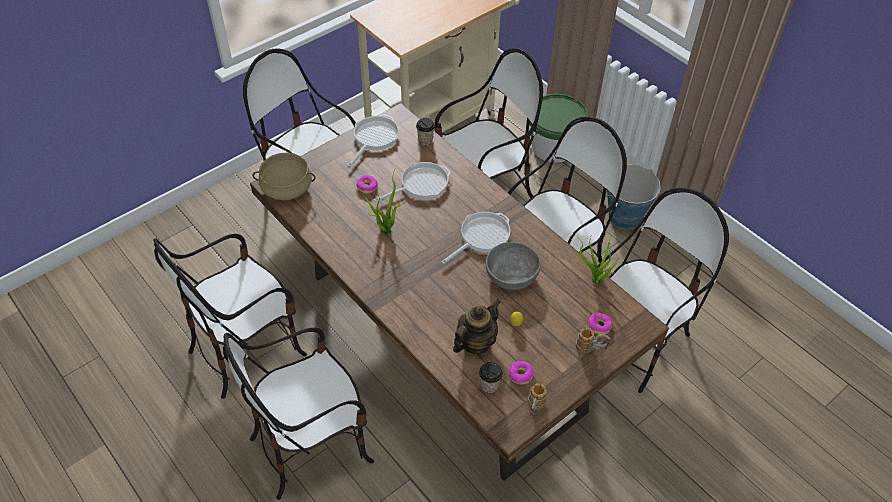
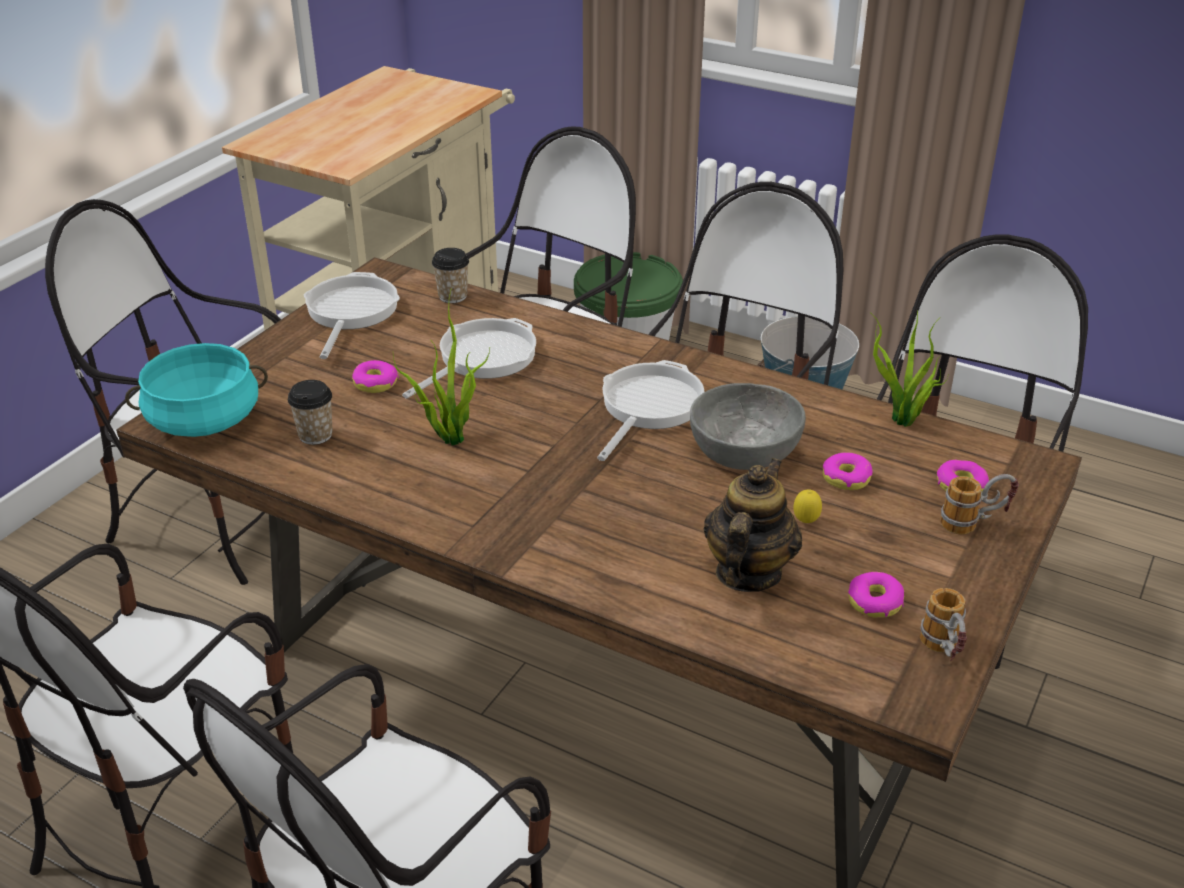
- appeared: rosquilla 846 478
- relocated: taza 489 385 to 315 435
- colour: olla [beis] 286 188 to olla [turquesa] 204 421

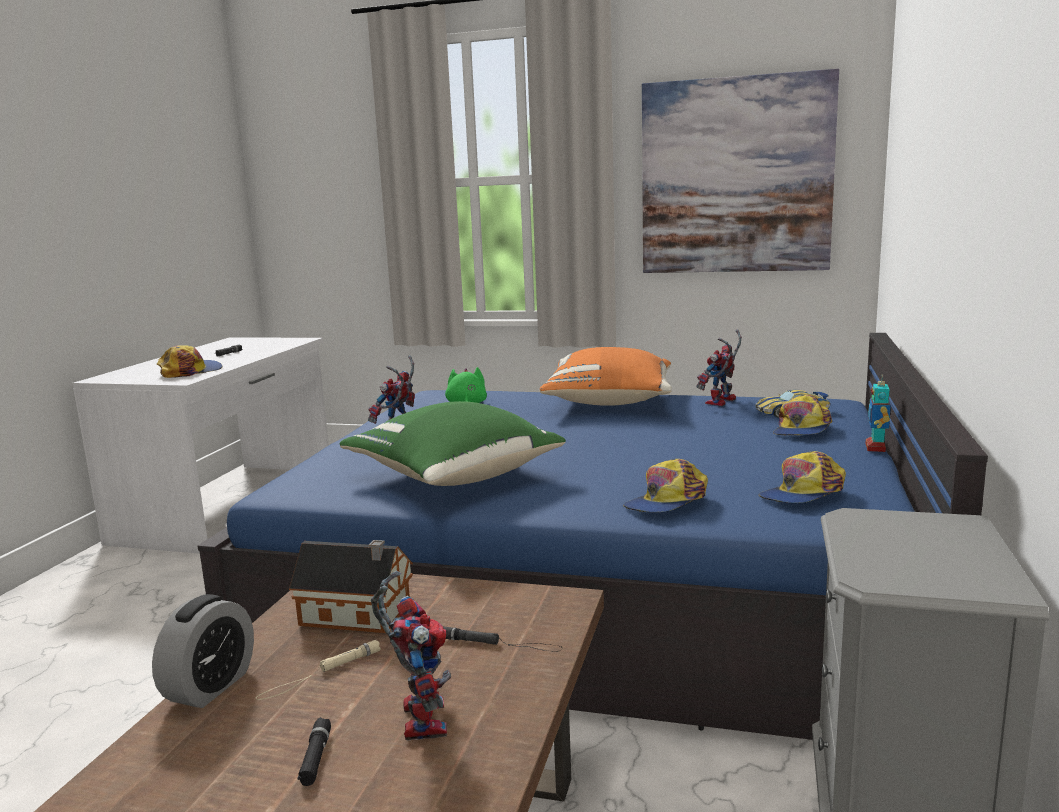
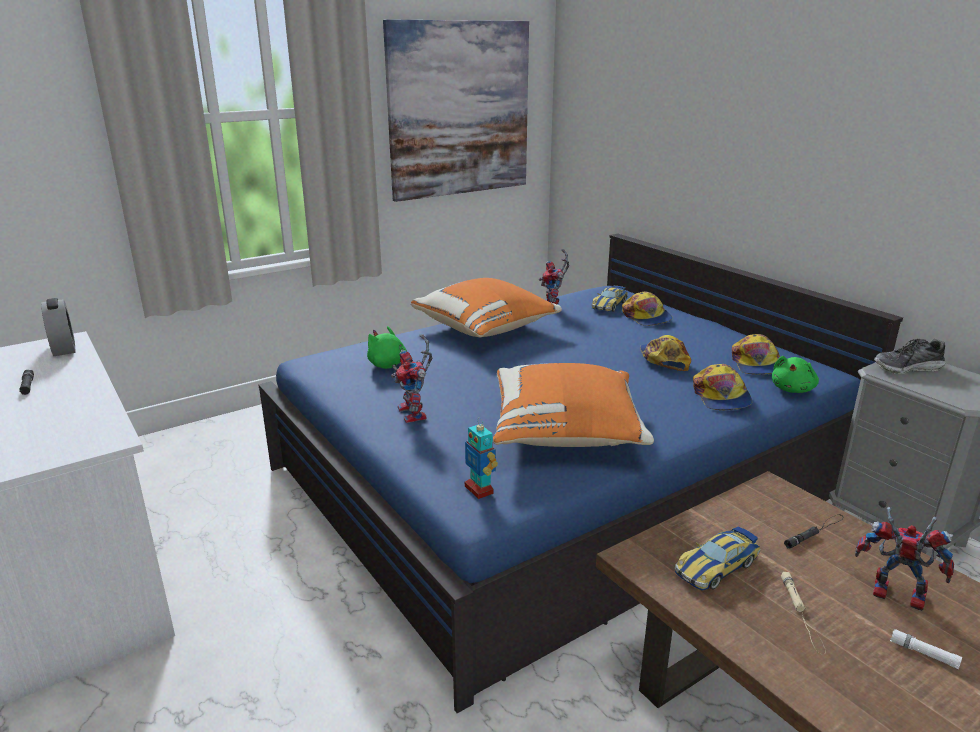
- appeared: peluche [verde] 793 389
- appeared: zapato 907 368
- relocated: despertador 210 687 to 64 348
- relocated: gorra 190 371 to 663 360
- relocated: robot de juguete 876 448 to 479 489
- exchanged: casita 359 614 to coche de juguete 716 566
- colour: linterna [negro] 315 758 to linterna [blanco] 923 653
- colour: cojín [verde] 455 477 to cojín [naranja] 566 433

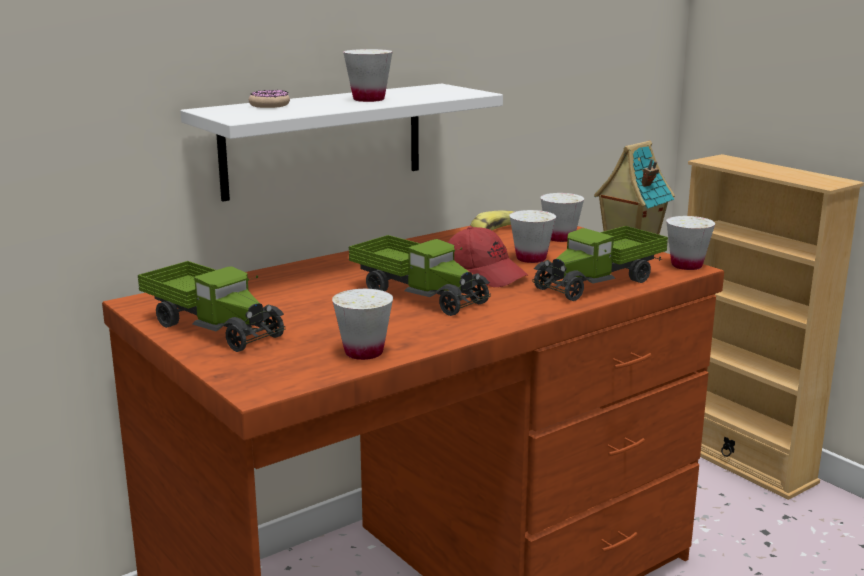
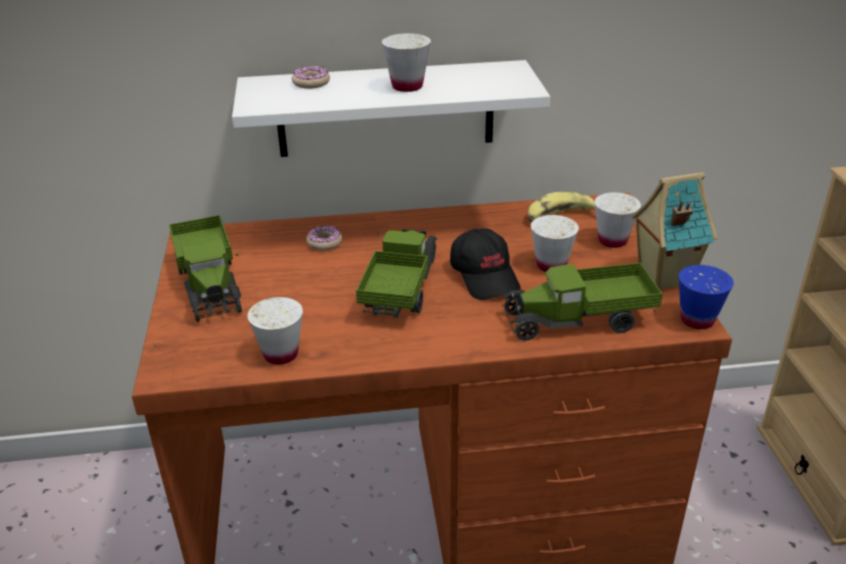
- appeared: rosquilla 324 243
- colour: gorra [rojo] 484 274 to gorra [negro] 485 276
- colour: taza [blanco] 686 265 to taza [azul] 697 320
- spun: camión de juguete 419 294 = 400 289 150 degrees counterclockwise

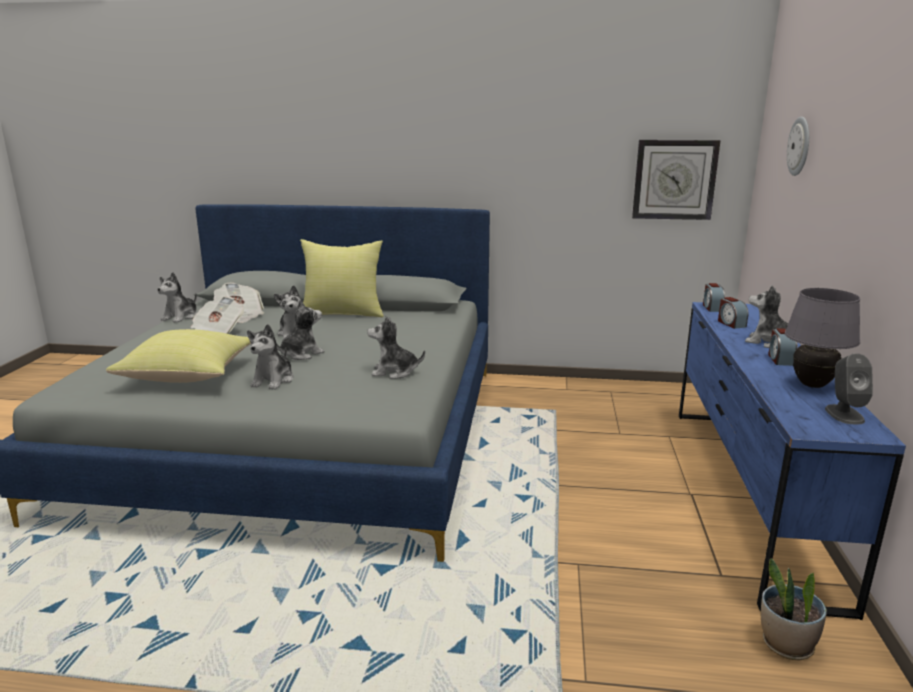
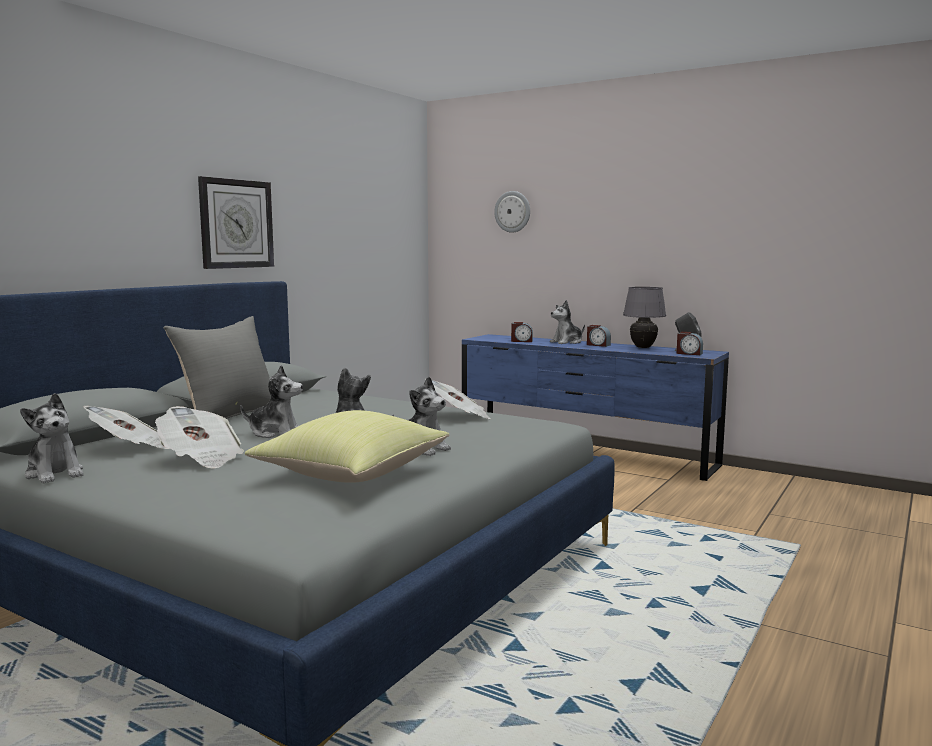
- missing: planta en maceta 786 645
- relocated: reloj de pared 674 179 to 236 224
- relocated: despertador 712 308 to 689 353
- exchanged: peluche 394 372 to periódico 459 416
- colour: cojín [amarillo] 343 313 to cojín [gris] 230 415

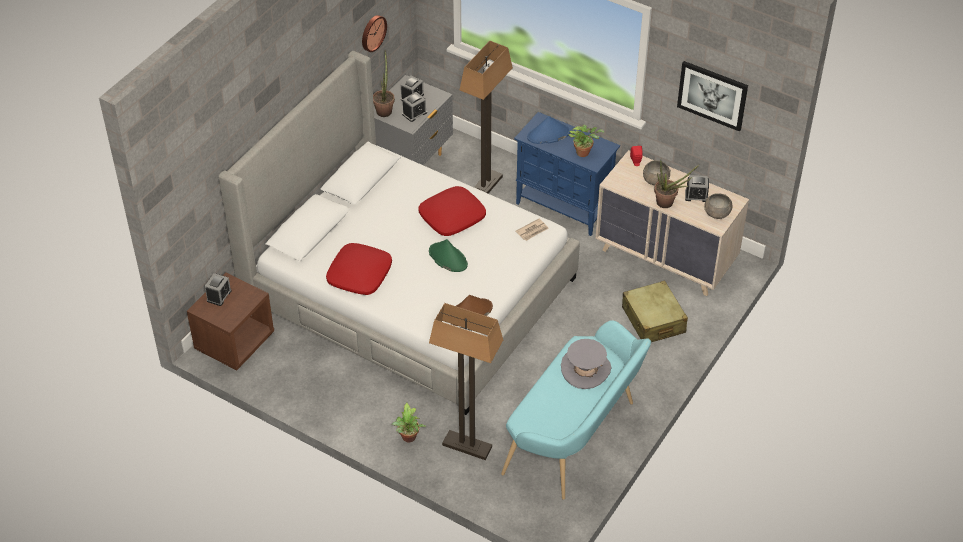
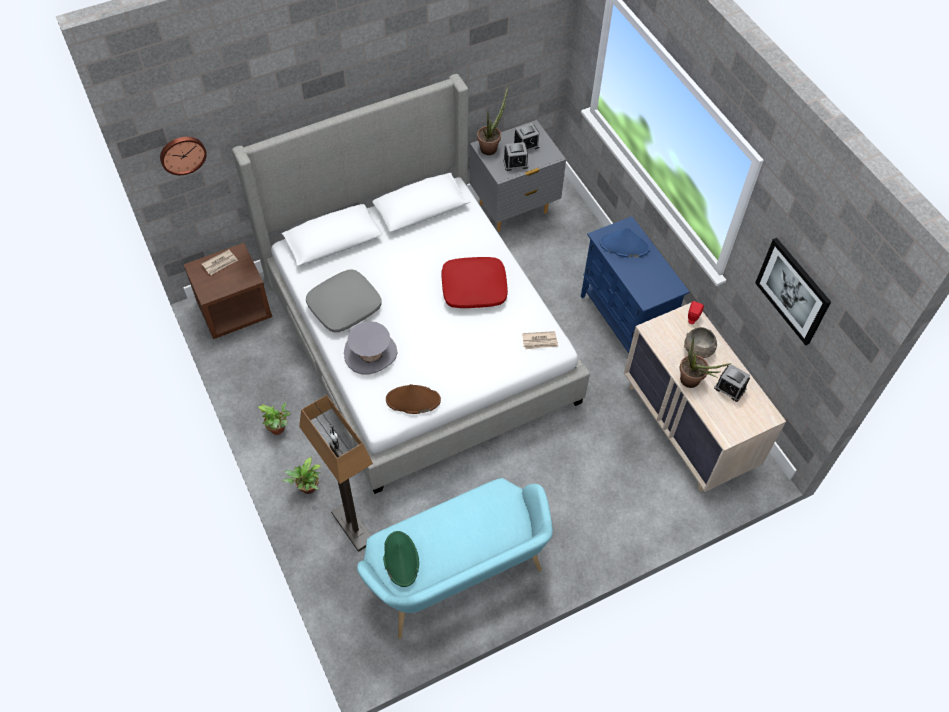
- missing: lámpara de pie 486 186
- missing: maleta [beis] 653 320
- missing: cuenco [gris] 716 213
- relocated: reloj de pared 372 33 to 182 154
- relocated: sombrero [verde] 447 258 to 400 559
- relocated: sombrero [gris] 585 369 to 370 353
- relocated: planta en maceta 584 152 to 279 429
- exchanged: despertador 219 296 to periódico 220 263
- colour: cojín [rojo] 359 274 to cojín [gris] 344 305

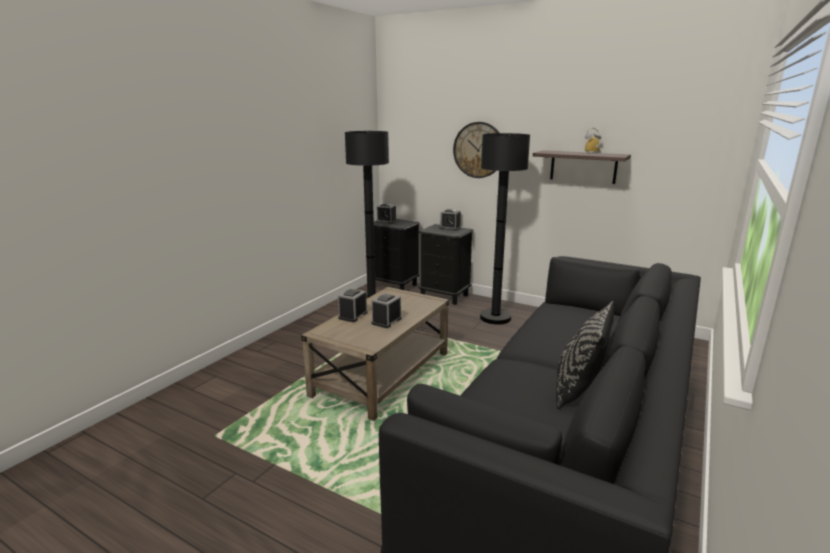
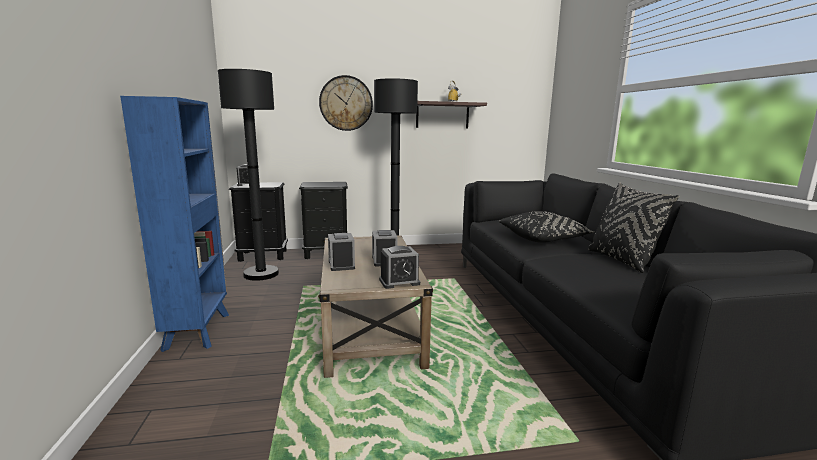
- appeared: estantería [azul] 198 330
- appeared: cojín [negro] 543 238
- relocated: despertador 450 228 to 399 282

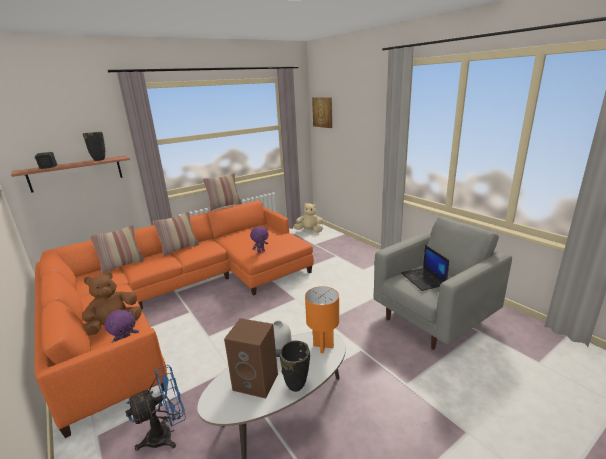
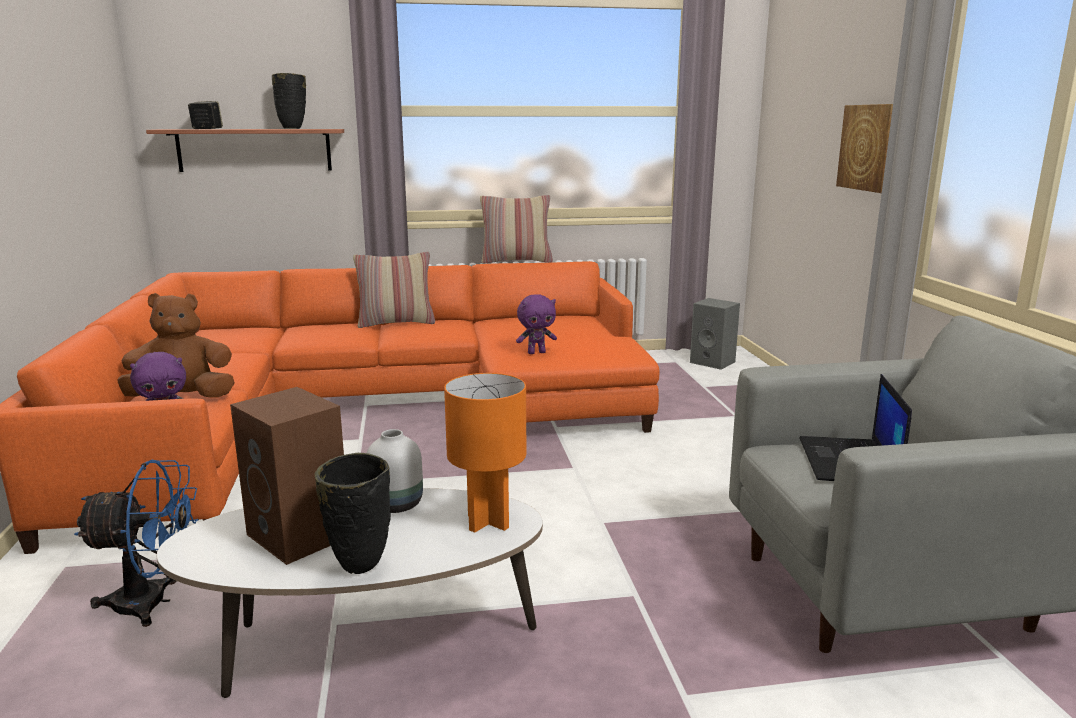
- missing: cojín 122 265
- relocated: cuadro 323 112 to 868 147
- exchanged: peluche [beis] 309 231 to altavoz [gris] 713 362

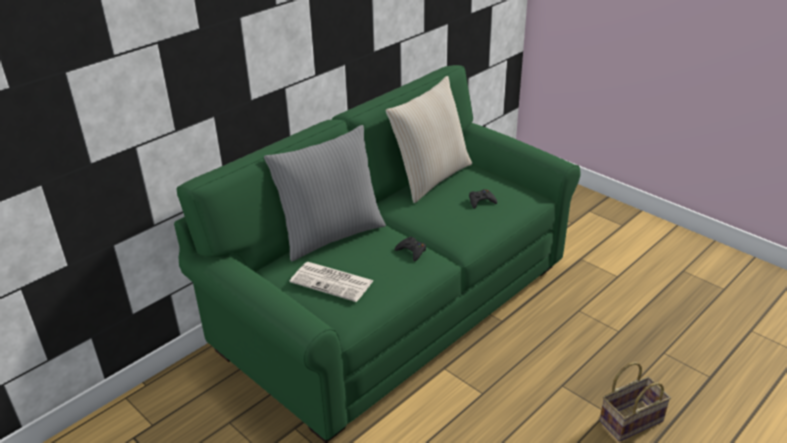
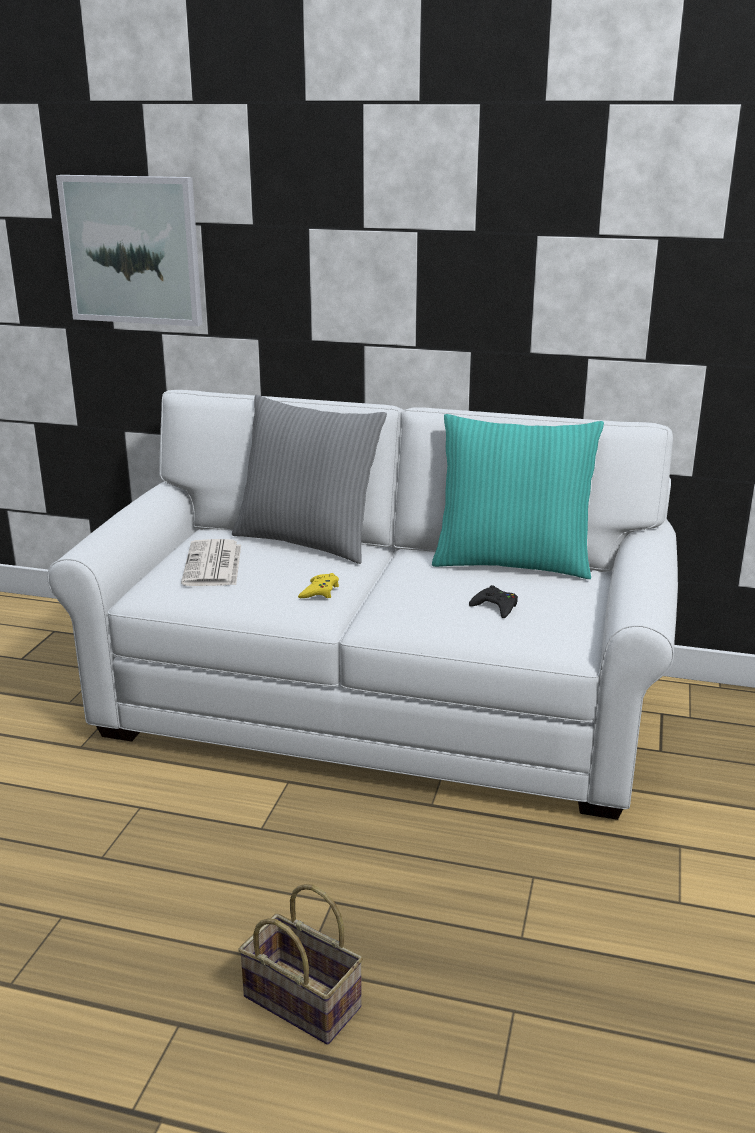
- appeared: cuadro 132 250
- colour: sofá [verde] 395 307 to sofá [blanco] 378 709
- colour: cojín [beis] 430 178 to cojín [turquesa] 512 562
- colour: mando de consola [negro] 411 251 to mando de consola [amarillo] 319 591

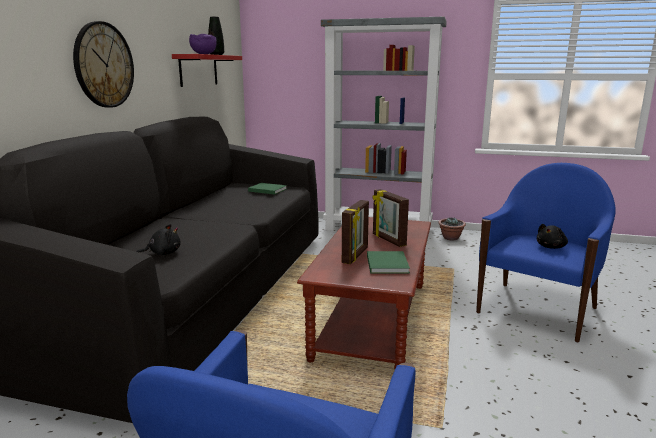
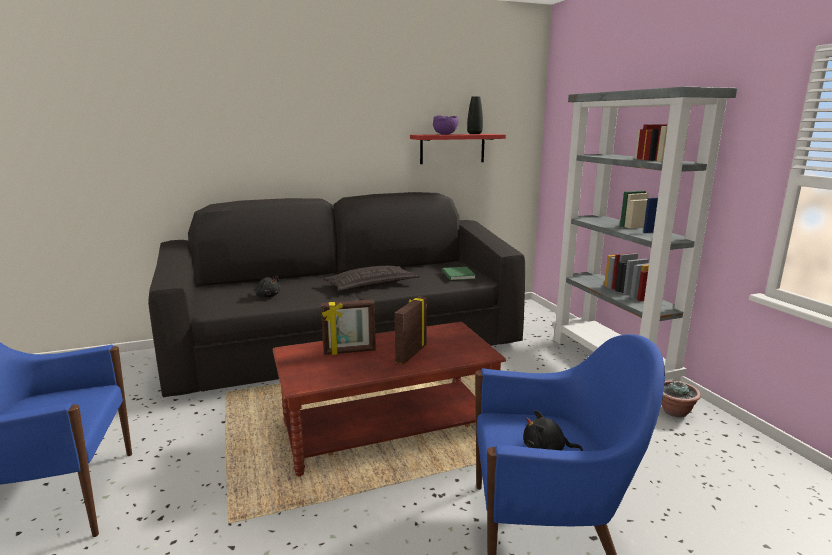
- missing: reloj de pared 103 65
- missing: libro [verde] 387 263
- appeared: cojín 371 285

